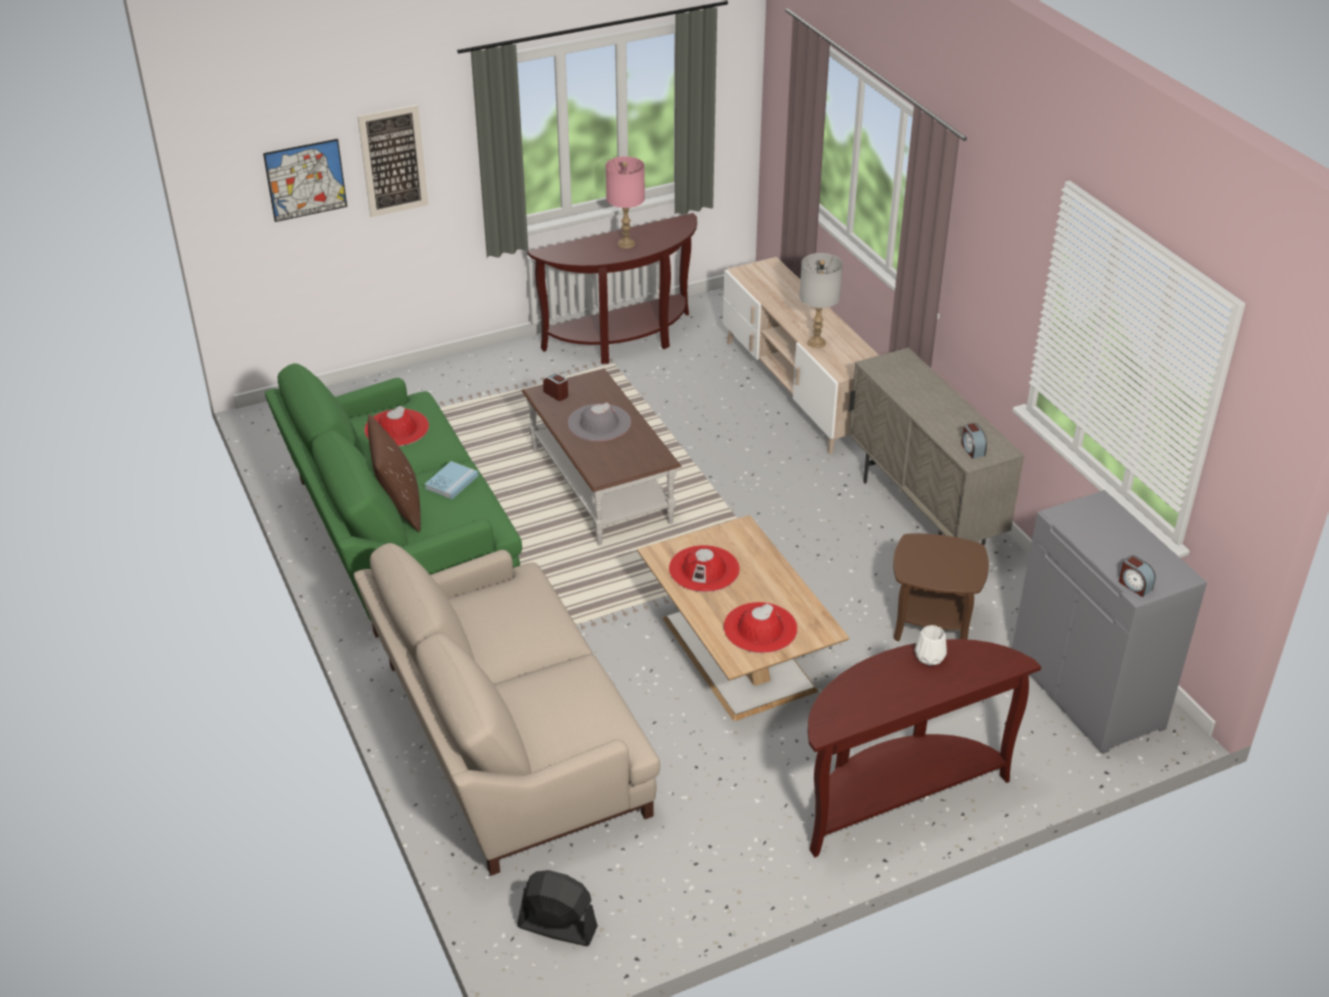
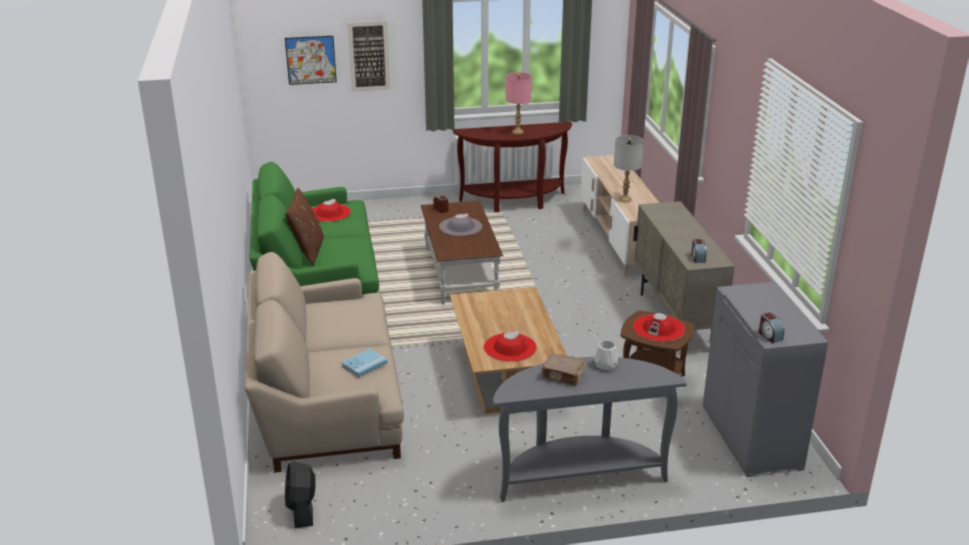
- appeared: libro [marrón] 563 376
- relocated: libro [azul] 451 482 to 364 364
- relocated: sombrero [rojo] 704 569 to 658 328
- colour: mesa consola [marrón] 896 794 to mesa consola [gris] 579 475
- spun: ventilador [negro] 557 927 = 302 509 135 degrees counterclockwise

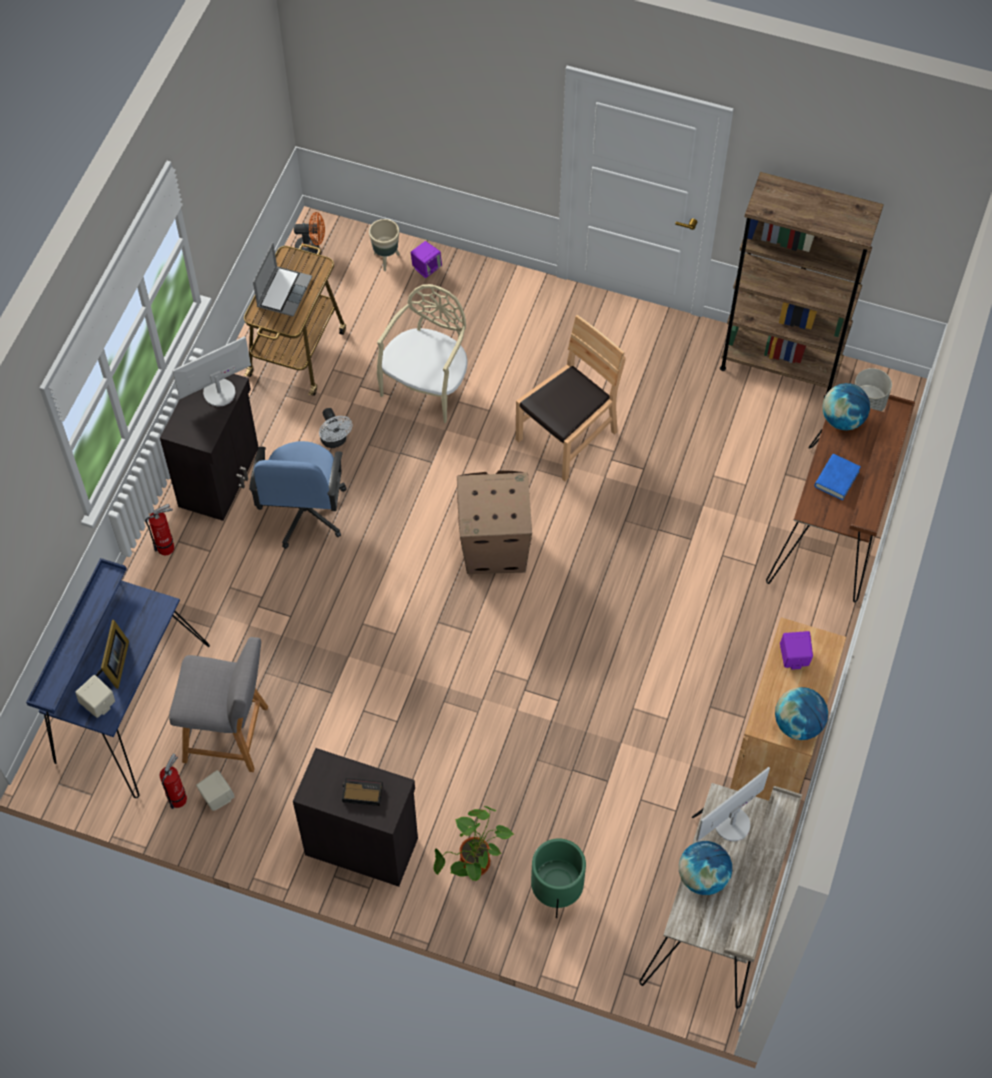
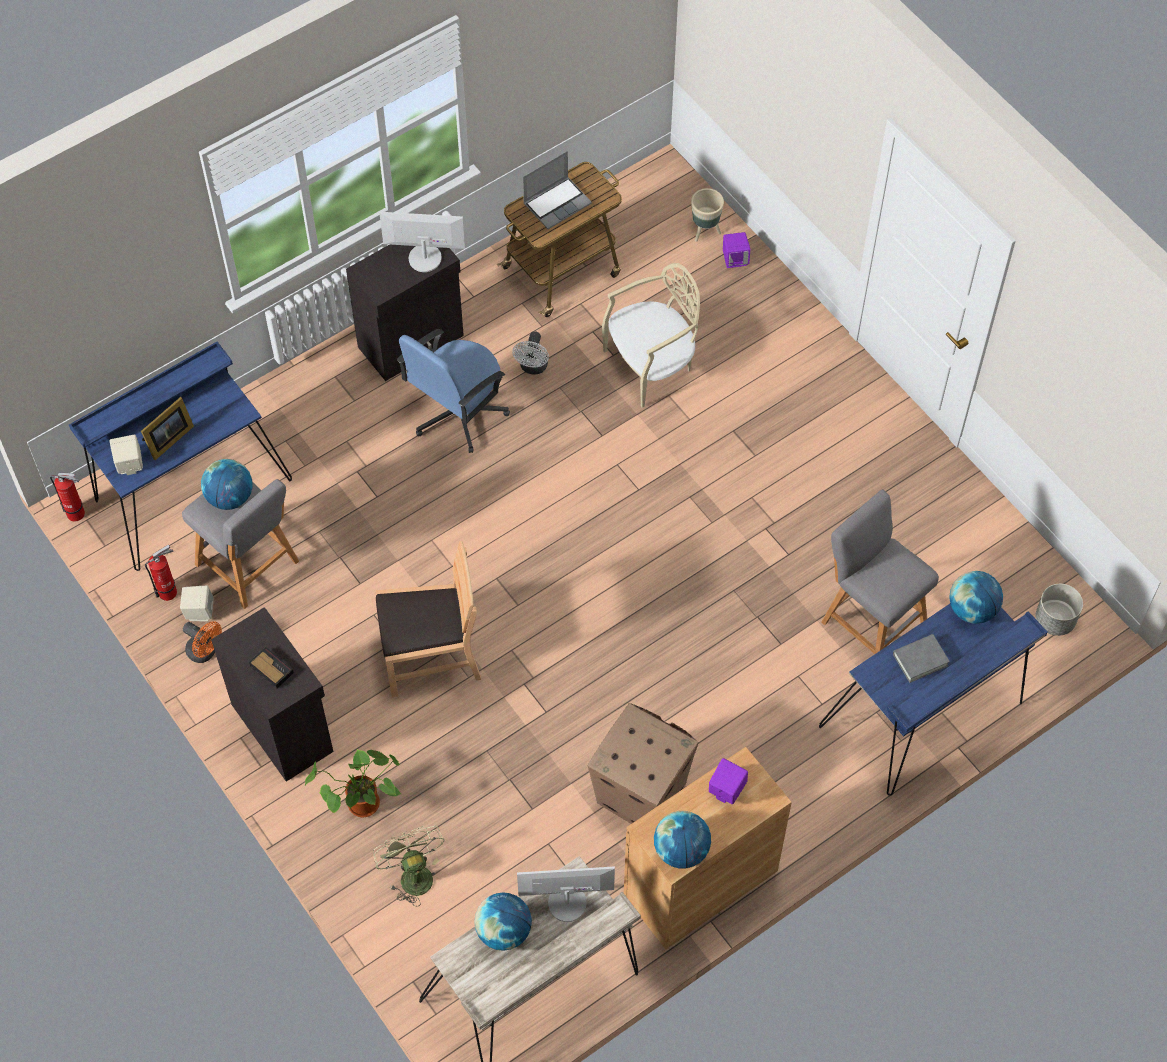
- missing: estantería [marrón] 780 365
- appeared: globo terráqueo 230 497
- appeared: taburete [gris] 870 619
- relocated: extintor 168 547 to 78 514
- relocated: ventilador [naranja] 311 249 to 205 652
- relocated: caja de cartón 493 548 to 640 792
- relocated: silla [marrón] 567 437 to 430 655
- exchanged: maceta [verde] 556 892 to ventilador [verde] 412 874
- colour: escritorio [marrón] 834 527 to escritorio [azul] 926 715
- colour: libro [azul] 836 479 to libro [gris] 920 660

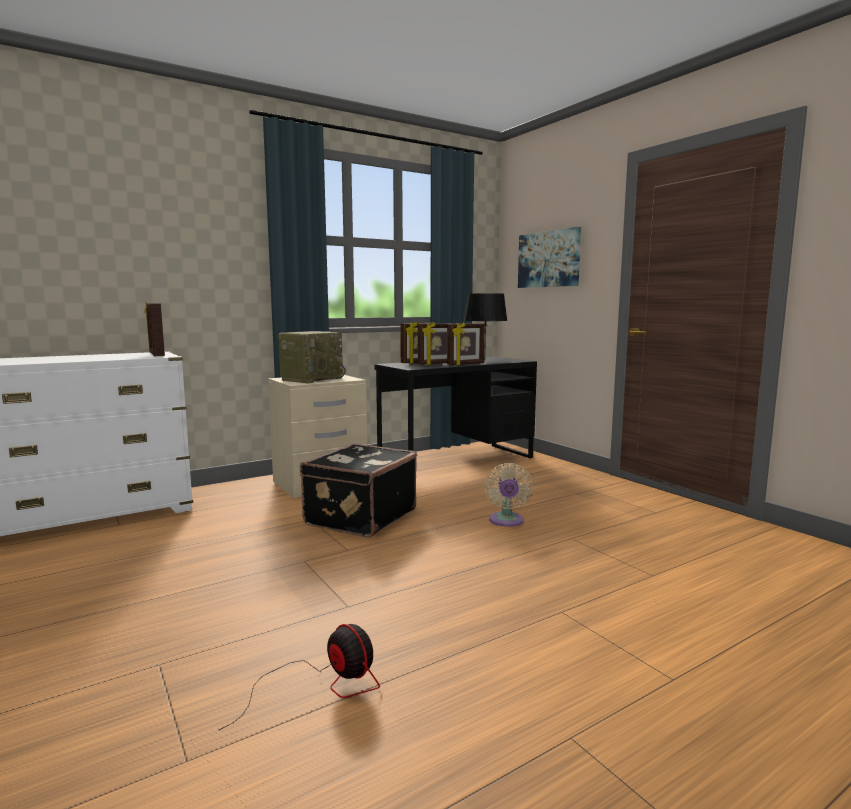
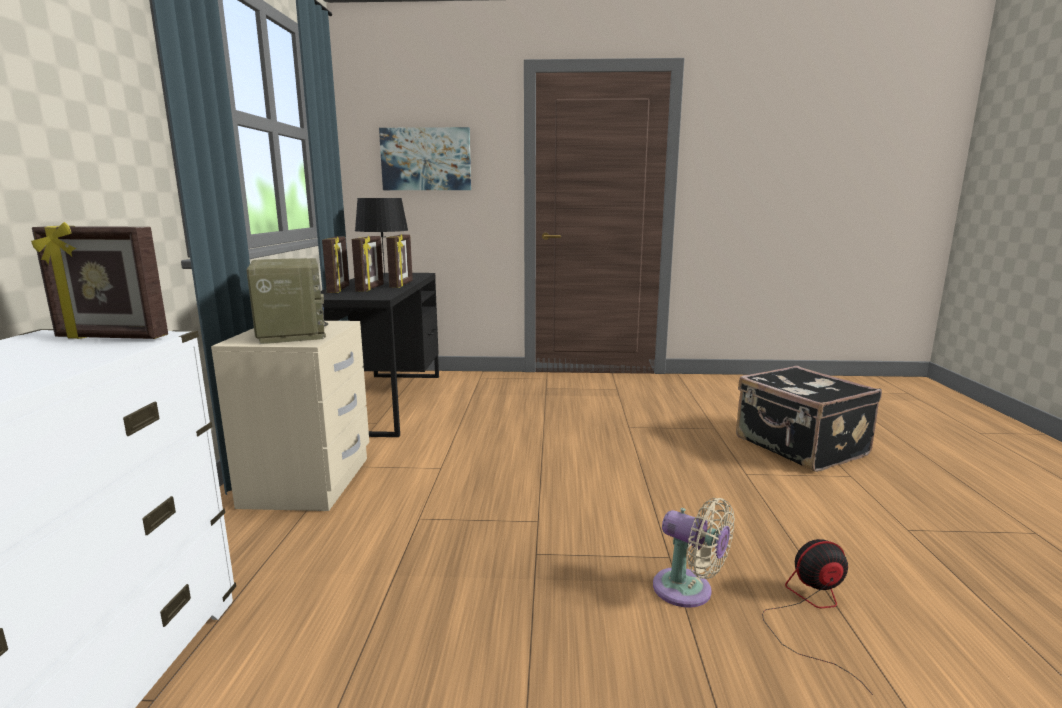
- relocated: maleta [negro] 359 517 to 799 447
- relocated: ventilador [beis] 506 521 to 688 591

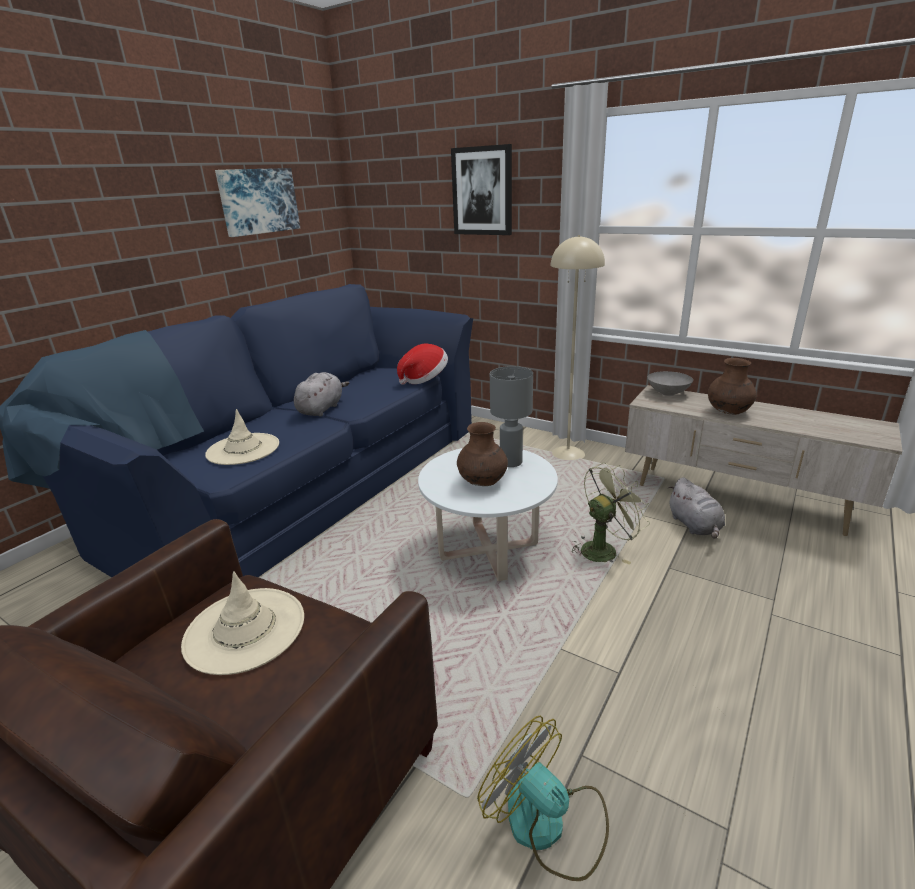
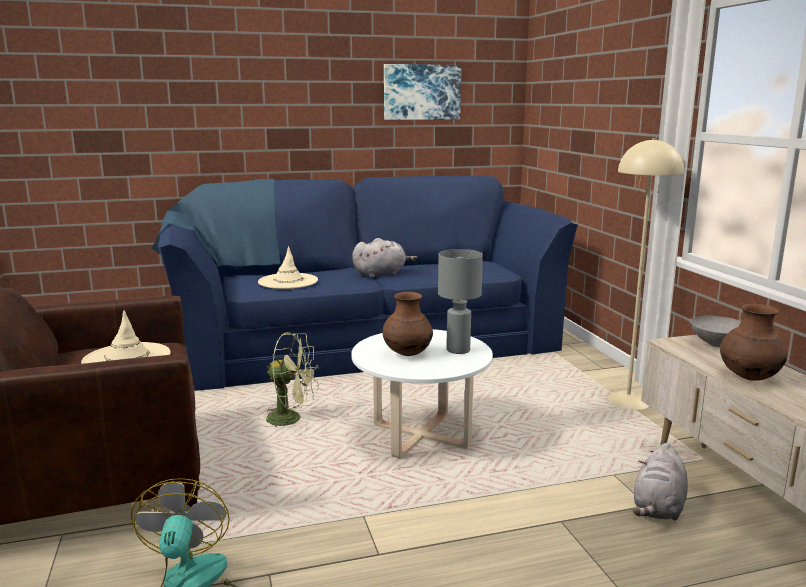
- missing: sombrero 424 379
- missing: cuadro 482 191
- relocated: ventilador [verde] 603 549 to 292 419

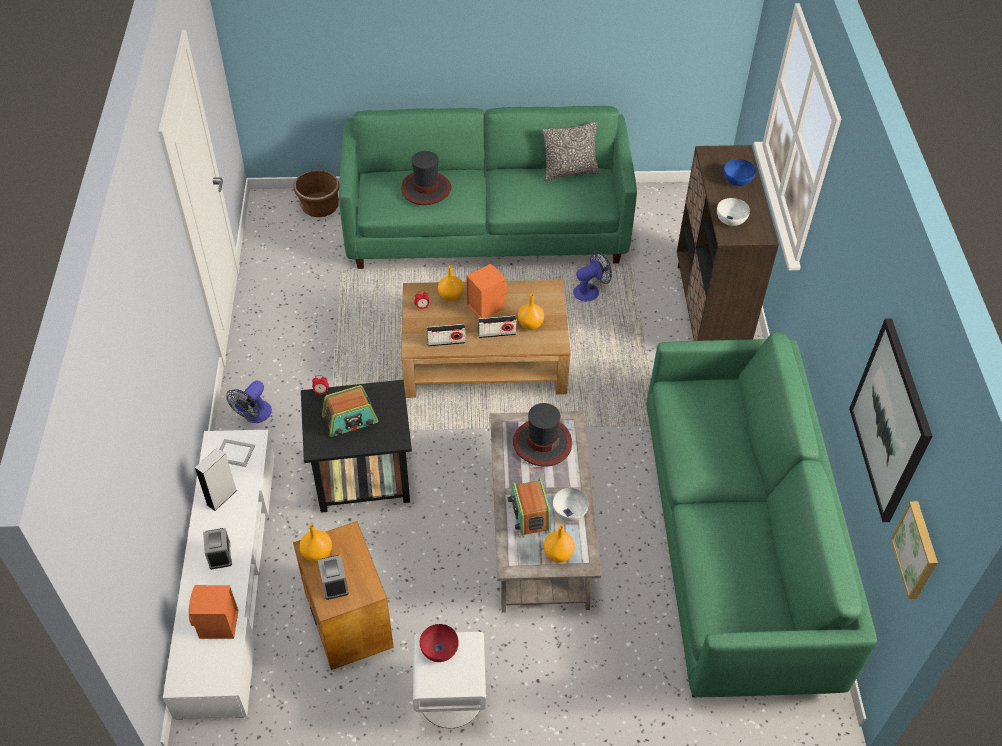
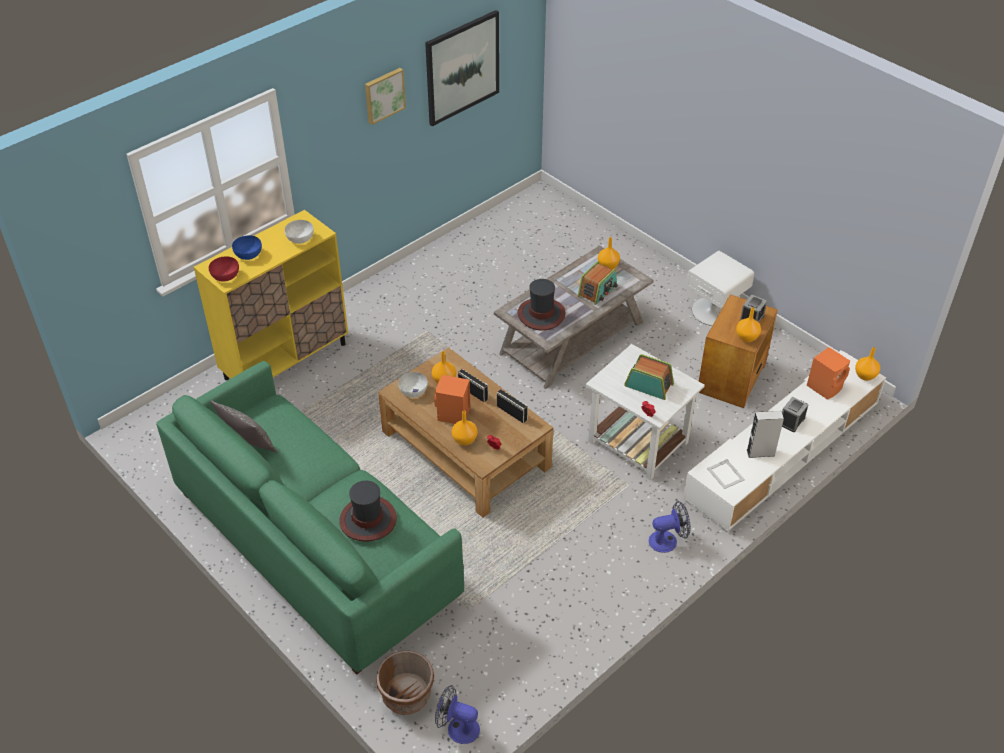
- missing: sofá [verde] 735 545
- appeared: florero [naranja] 865 376
- relocated: cuenco [rojo] 439 649 to 226 276
- relocated: cuenco [blanco] 570 511 to 413 391
- relocated: ventilador 590 290 to 457 727
- relocated: cuadro 917 550 to 384 95
- colour: mesa auxiliar [negro] 364 476 to mesa auxiliar [blanco] 637 441
- colour: armario [marrón] 709 310 to armario [amarillo] 286 361

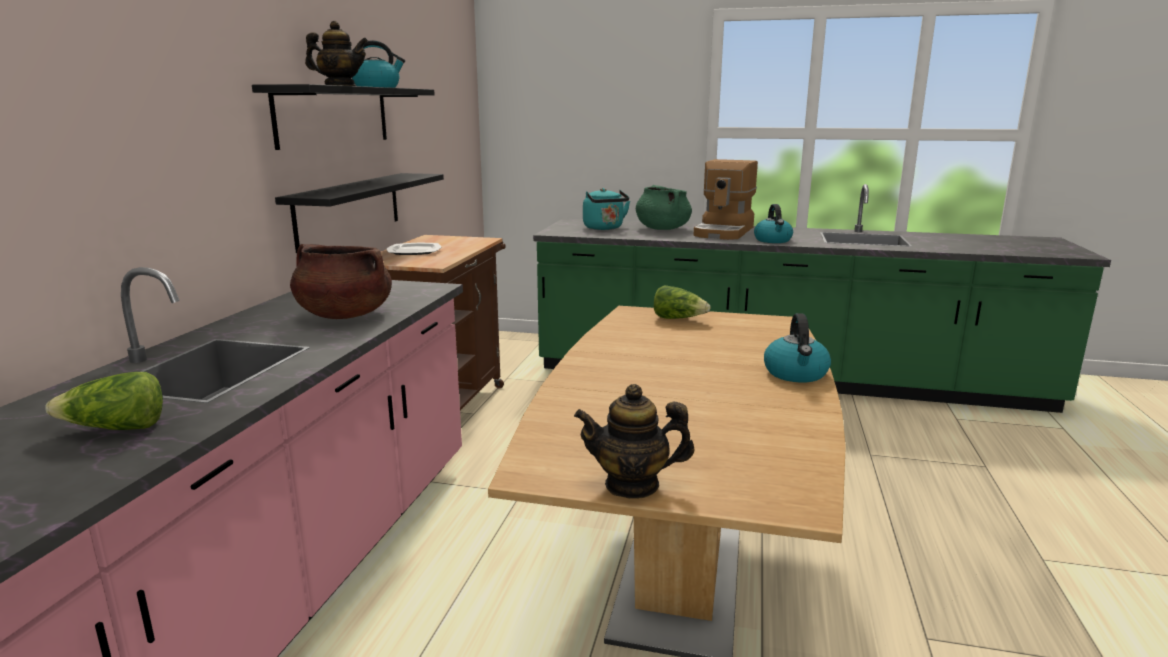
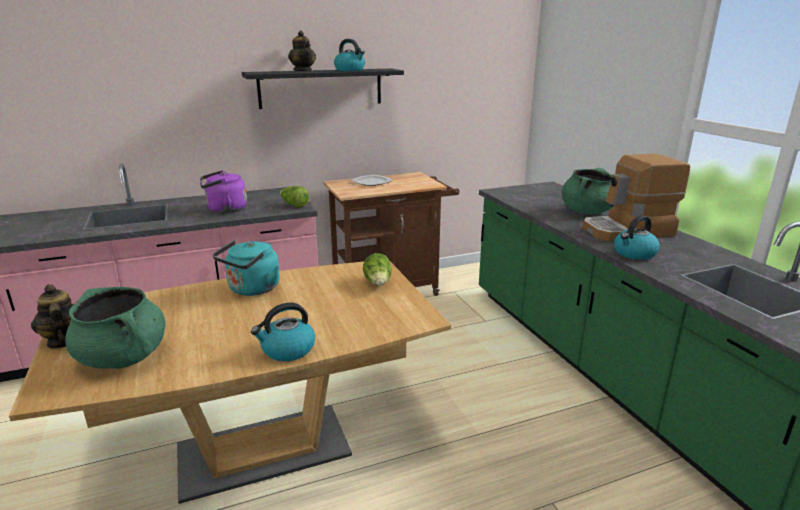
- missing: estante [negro] 349 209
- appeared: olla [verde] 123 357
- relocated: lechuga 116 429 to 294 205
- relocated: hervidor [turquesa] 604 228 to 252 289
- exchanged: olla [marrón] 344 315 to hervidor [morado] 224 209

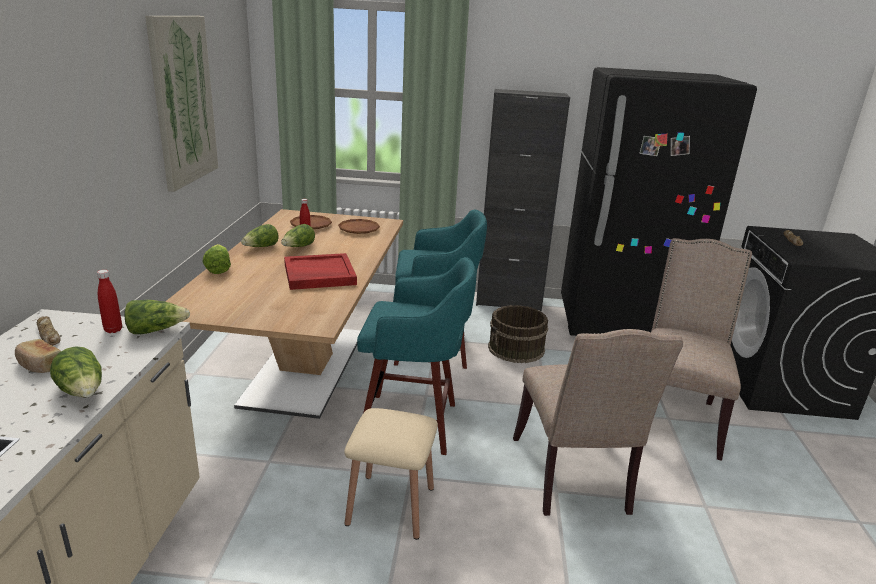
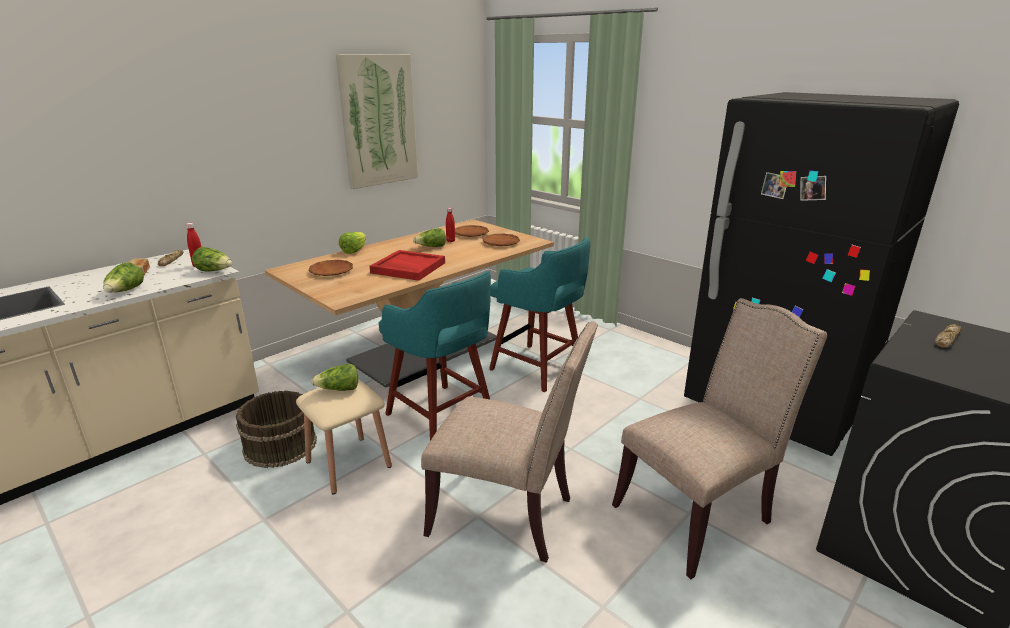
- missing: armario [negro] 508 302
- appeared: plato [marrón] 331 271
- relocated: lechuga 261 247 to 339 389
- relocated: cubo [marrón] 516 349 to 279 446
- spun: silla [beis] 574 478 = 508 515 105 degrees counterclockwise

